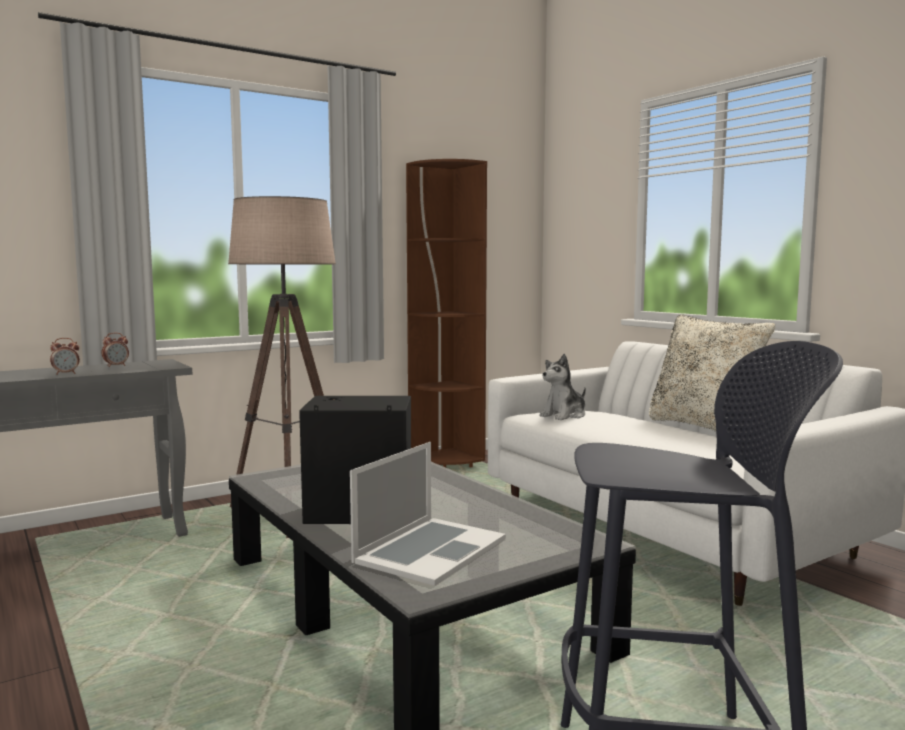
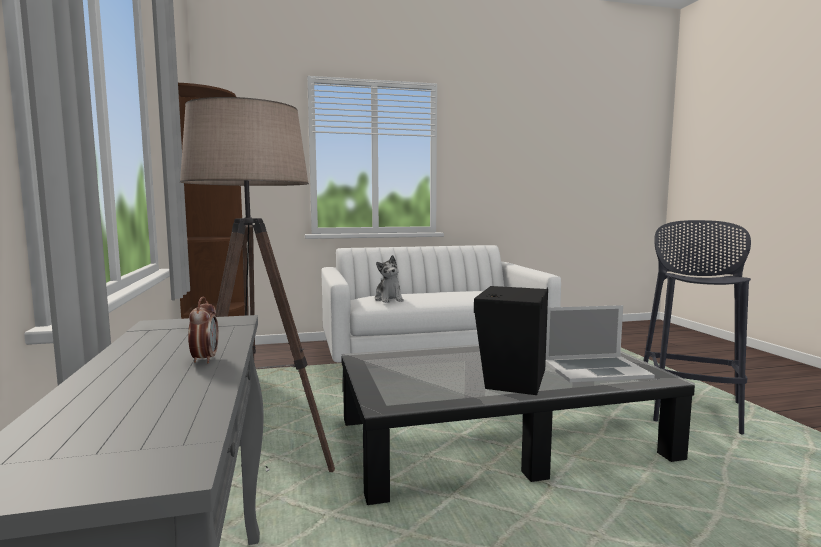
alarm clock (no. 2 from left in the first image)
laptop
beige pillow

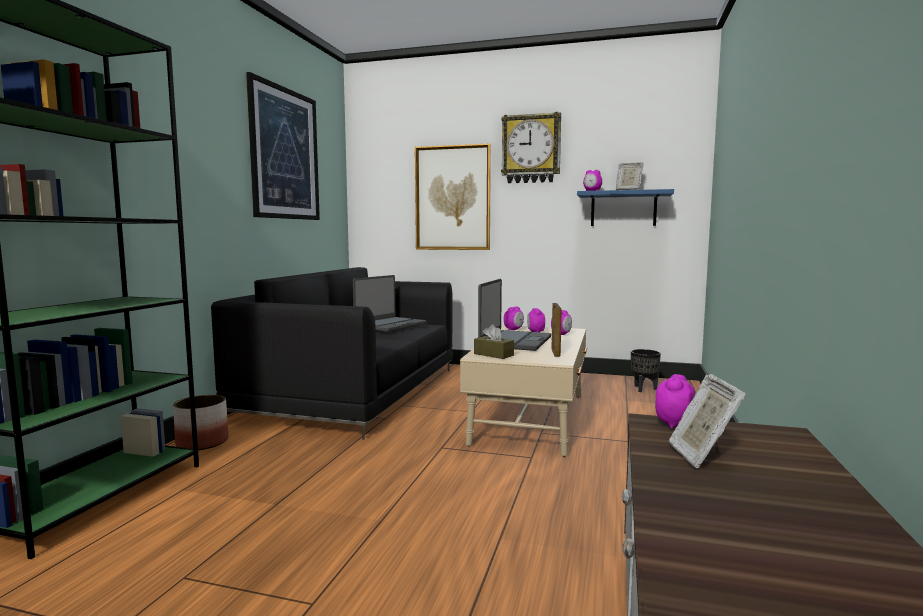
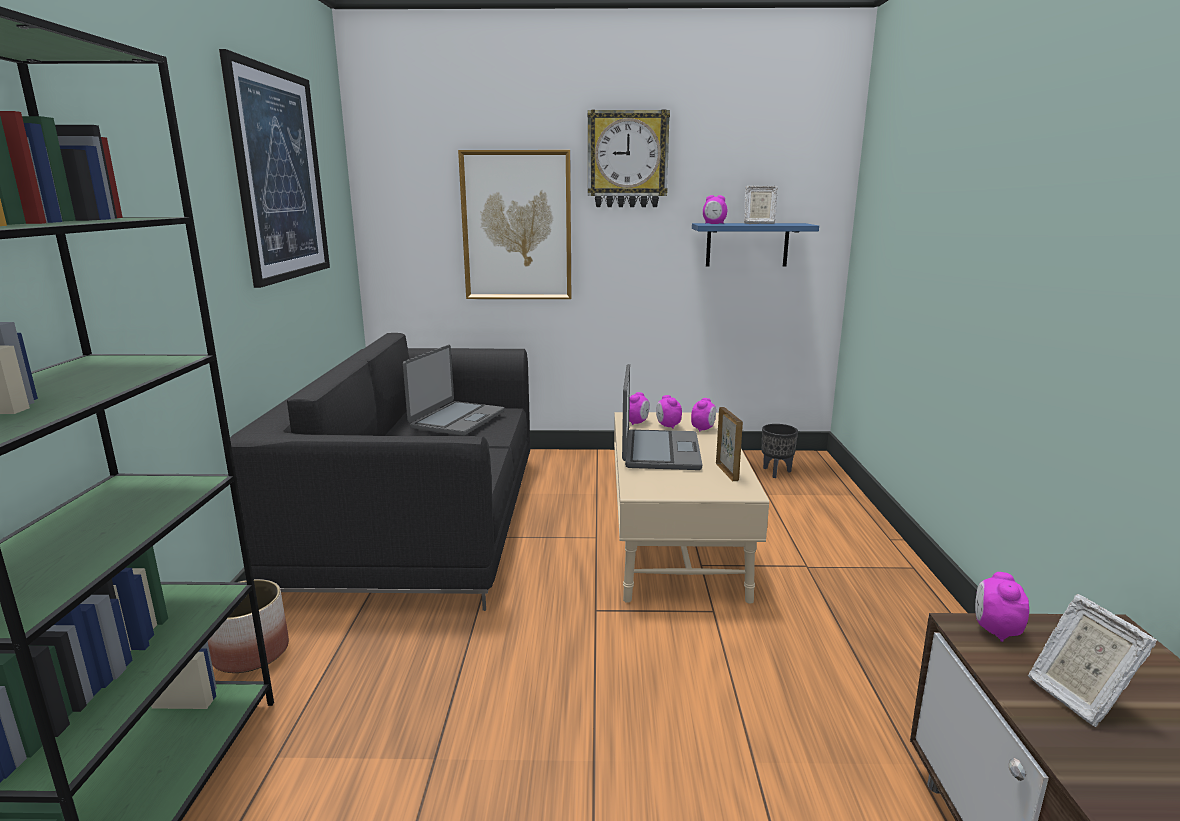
brown tissue box

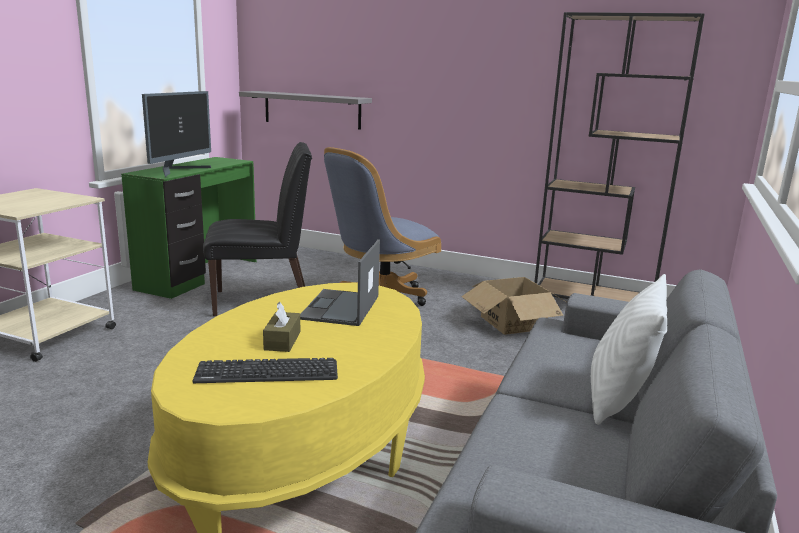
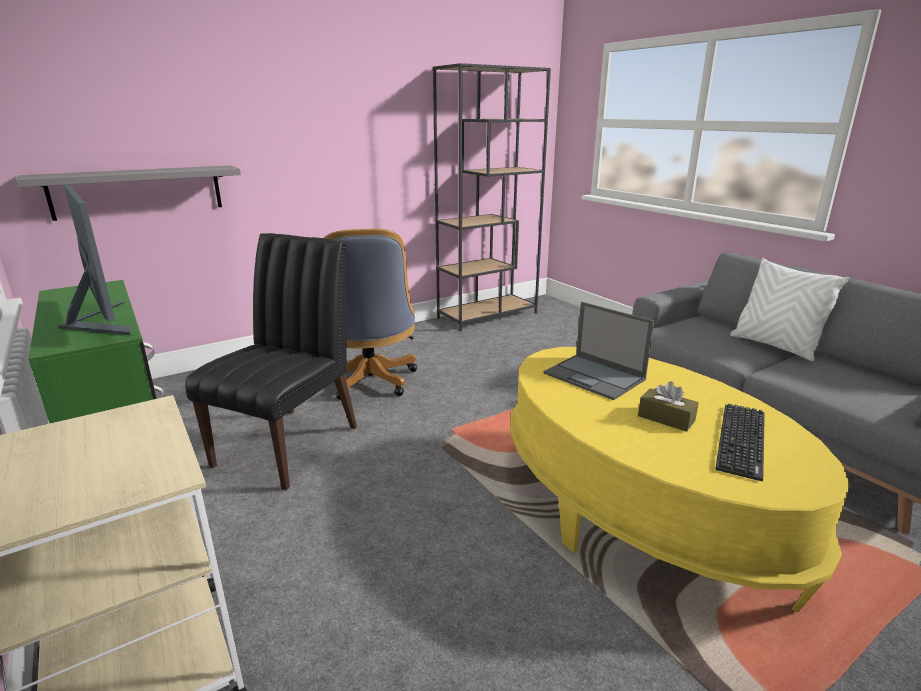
cardboard box

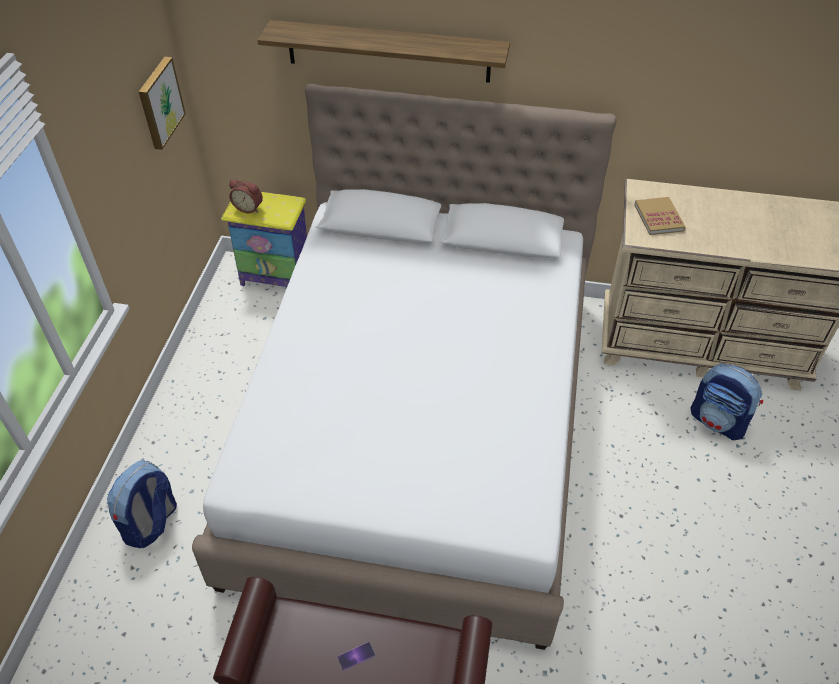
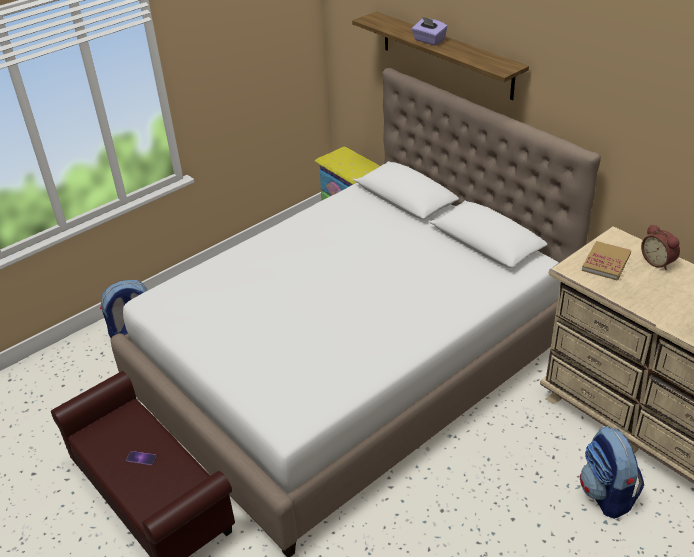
picture
alarm clock
purple tissue box

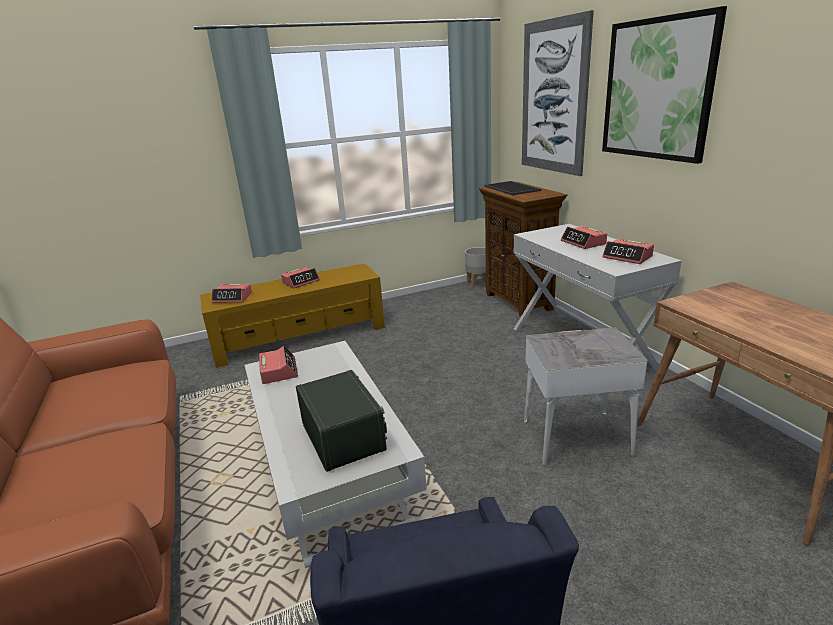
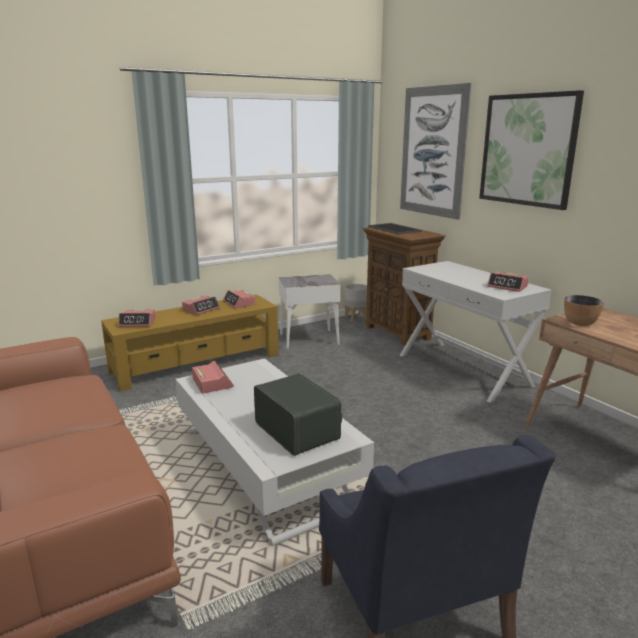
side table
alarm clock (no. 4 from left)
bowl

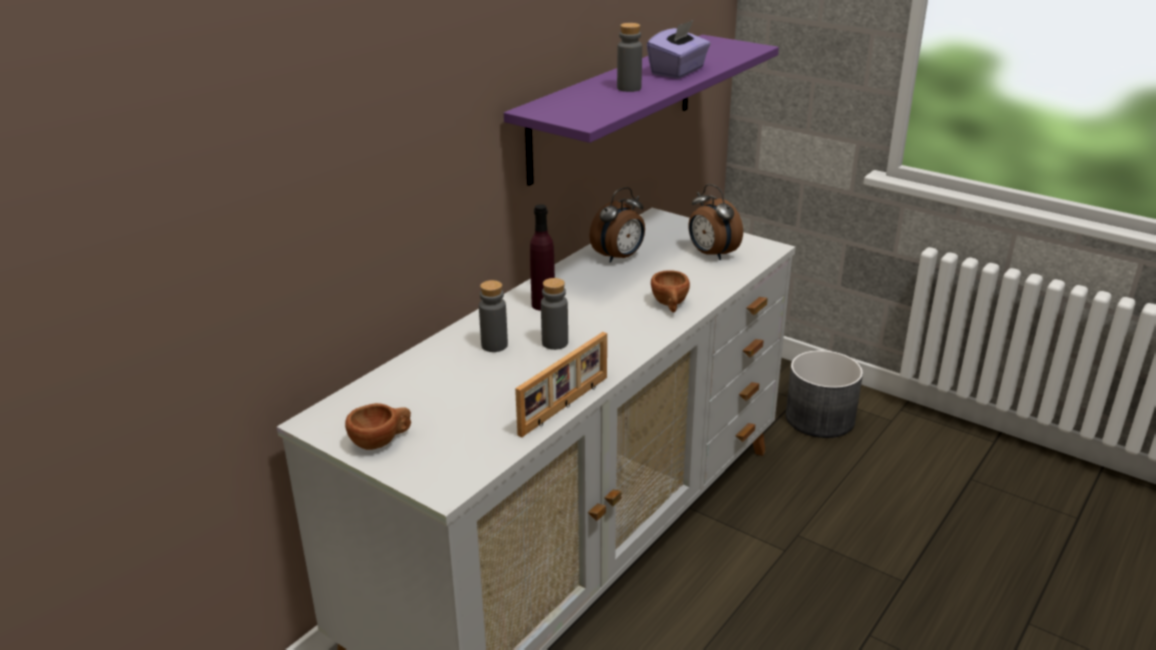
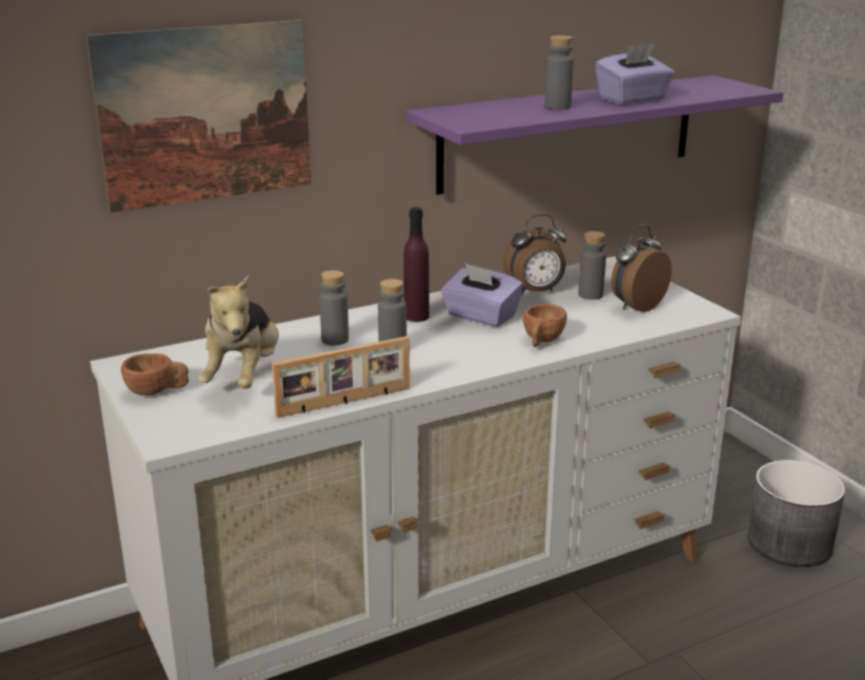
alarm clock (no. 2 from left)
picture
plush toy
purple tissue box (no. 1 from left)
grey bottle (no. 4 from left)

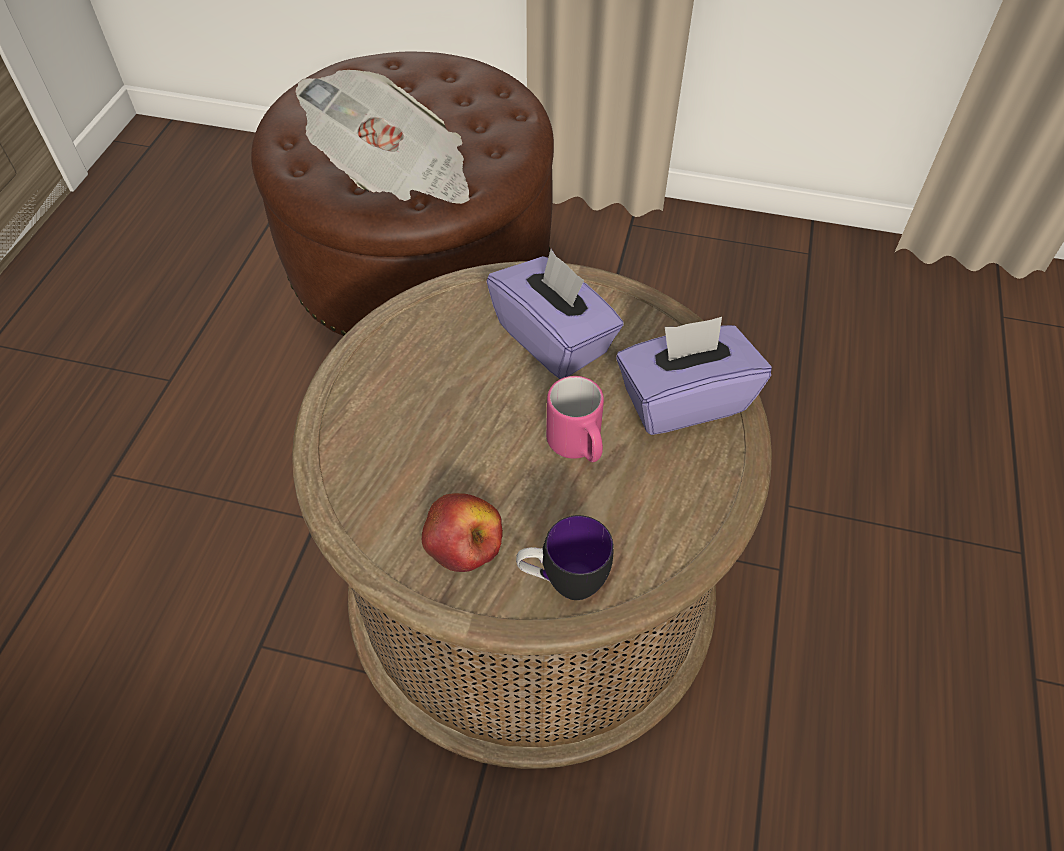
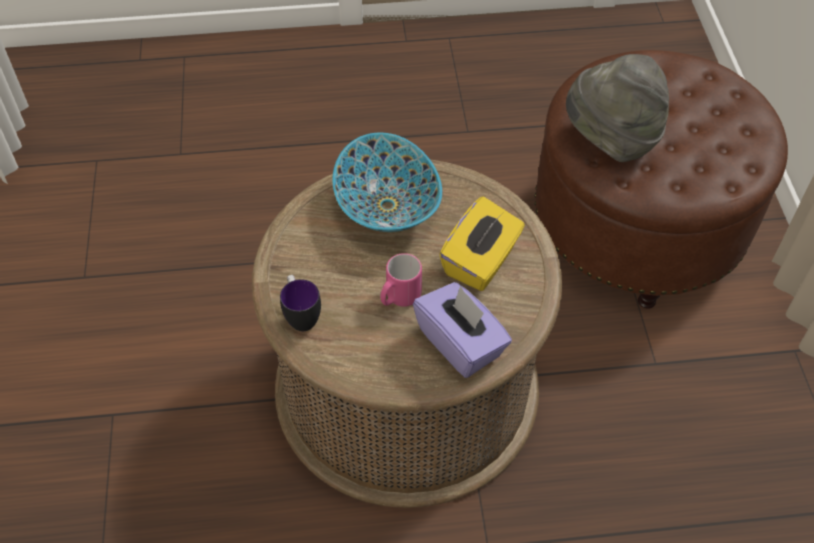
grey hat
apple
yellow tissue box
bowl

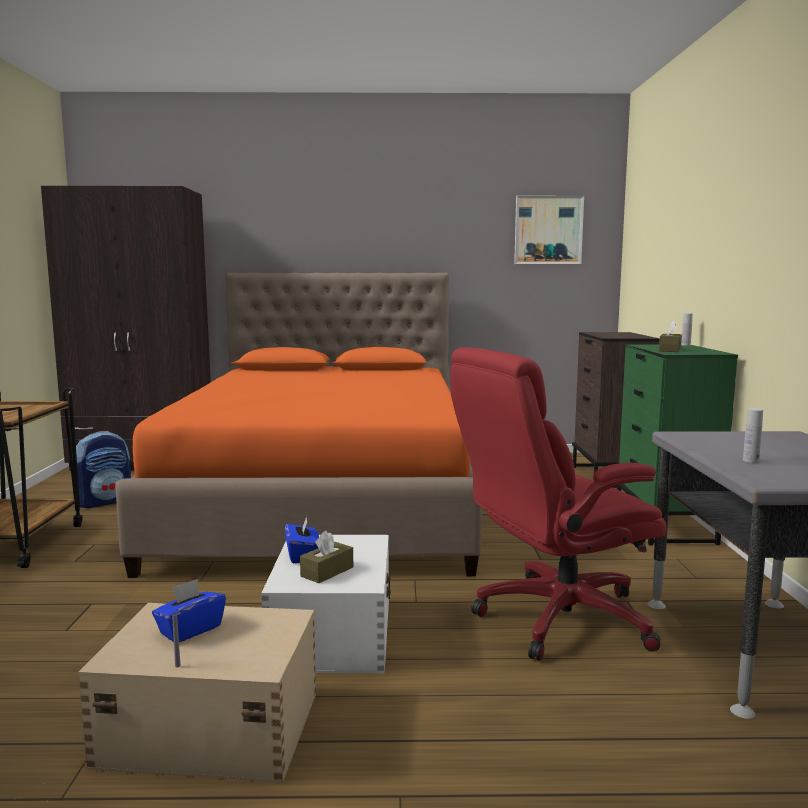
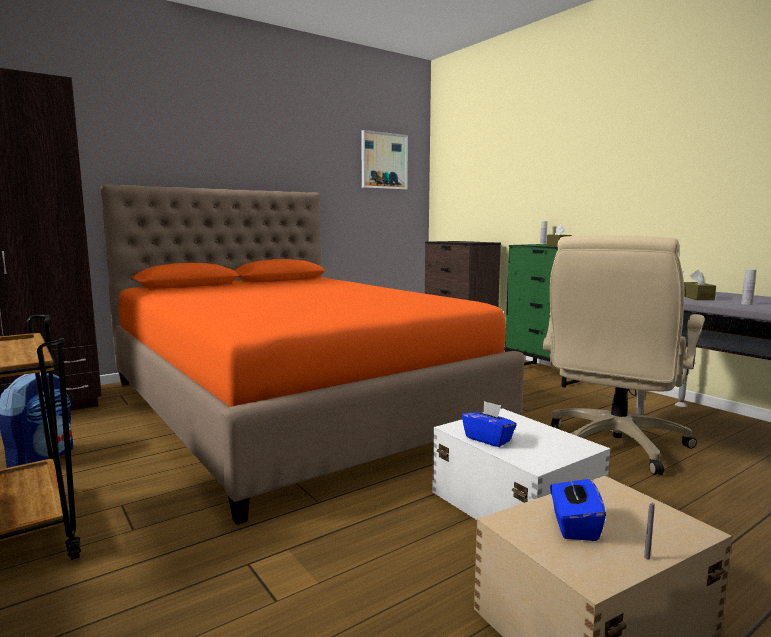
brown tissue box (no. 2 from left)
beige office chair

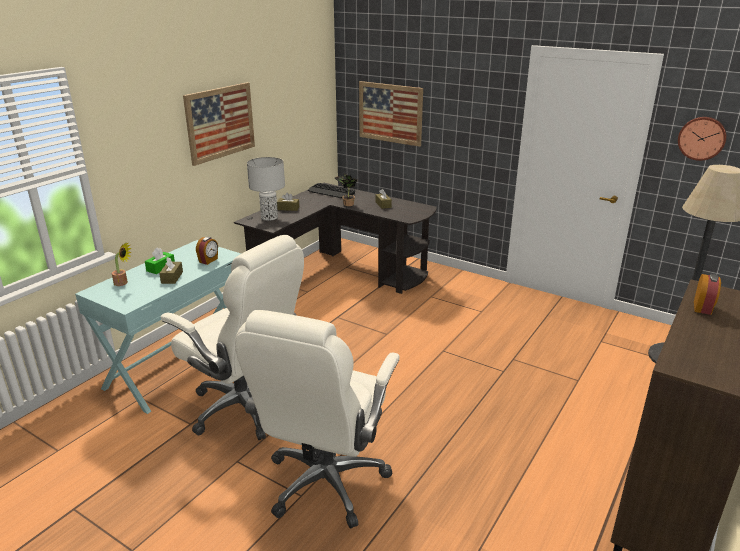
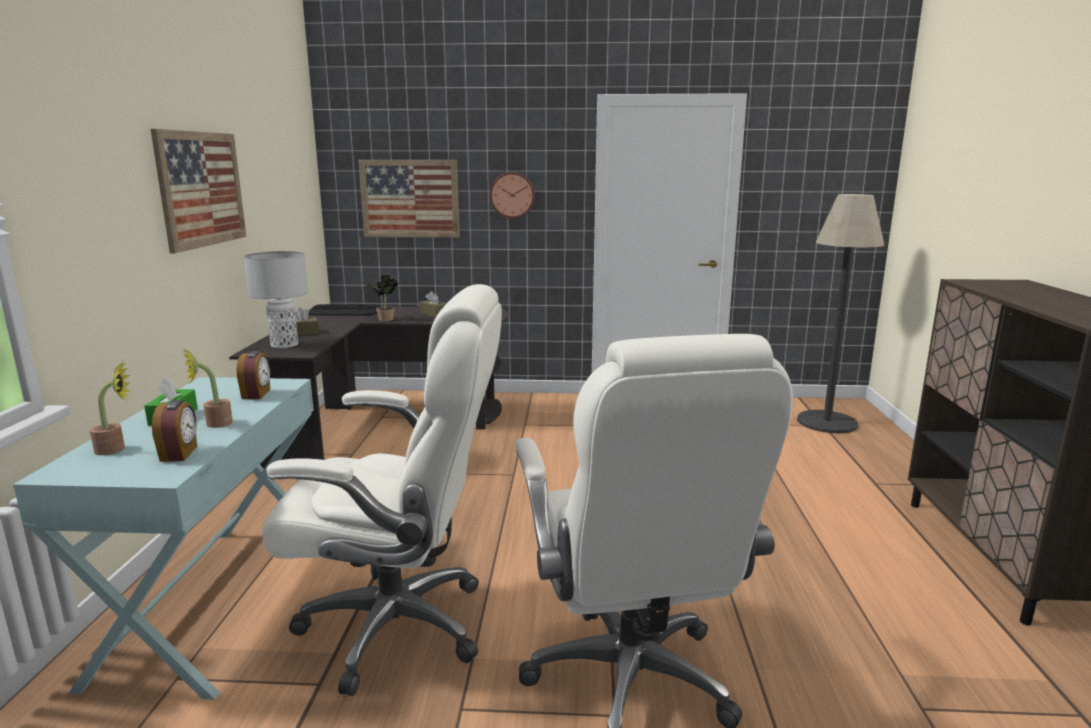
potted plant (no. 2 from left)
wall clock
alarm clock (no. 1 from left)

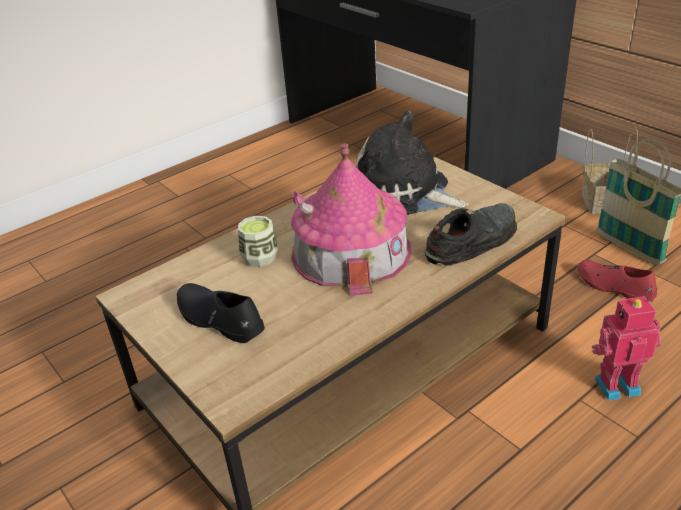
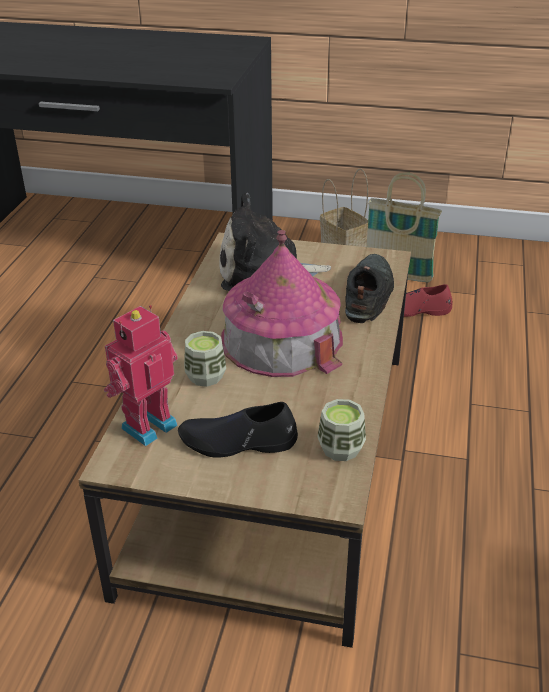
toy robot
cup (no. 2 from left)

